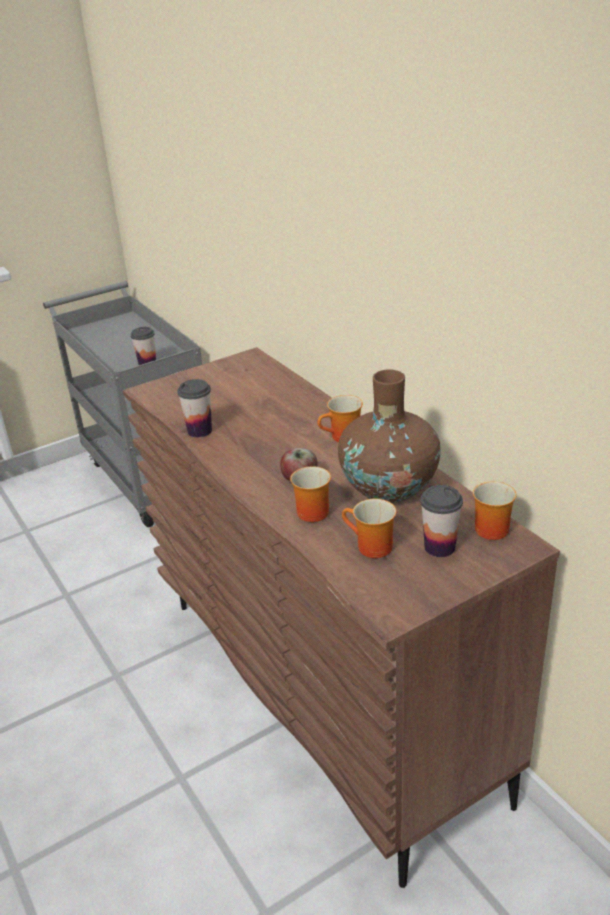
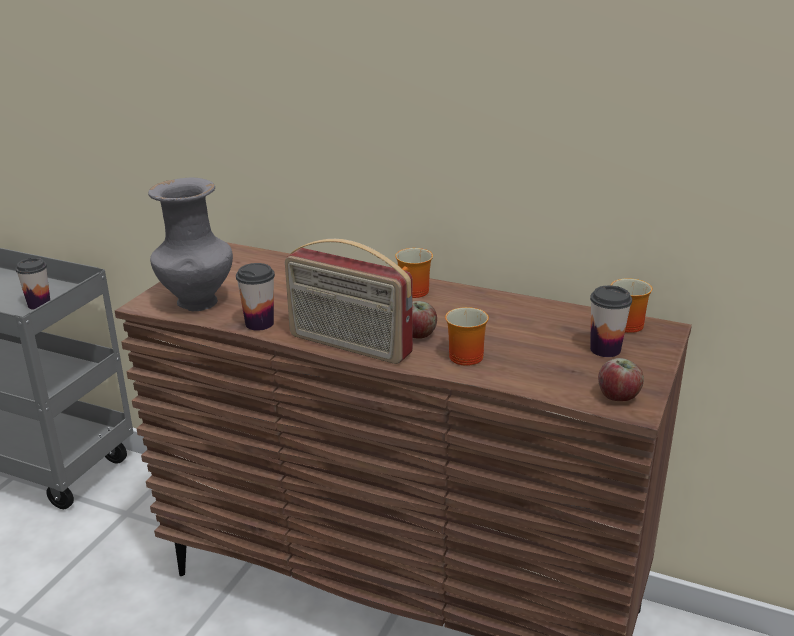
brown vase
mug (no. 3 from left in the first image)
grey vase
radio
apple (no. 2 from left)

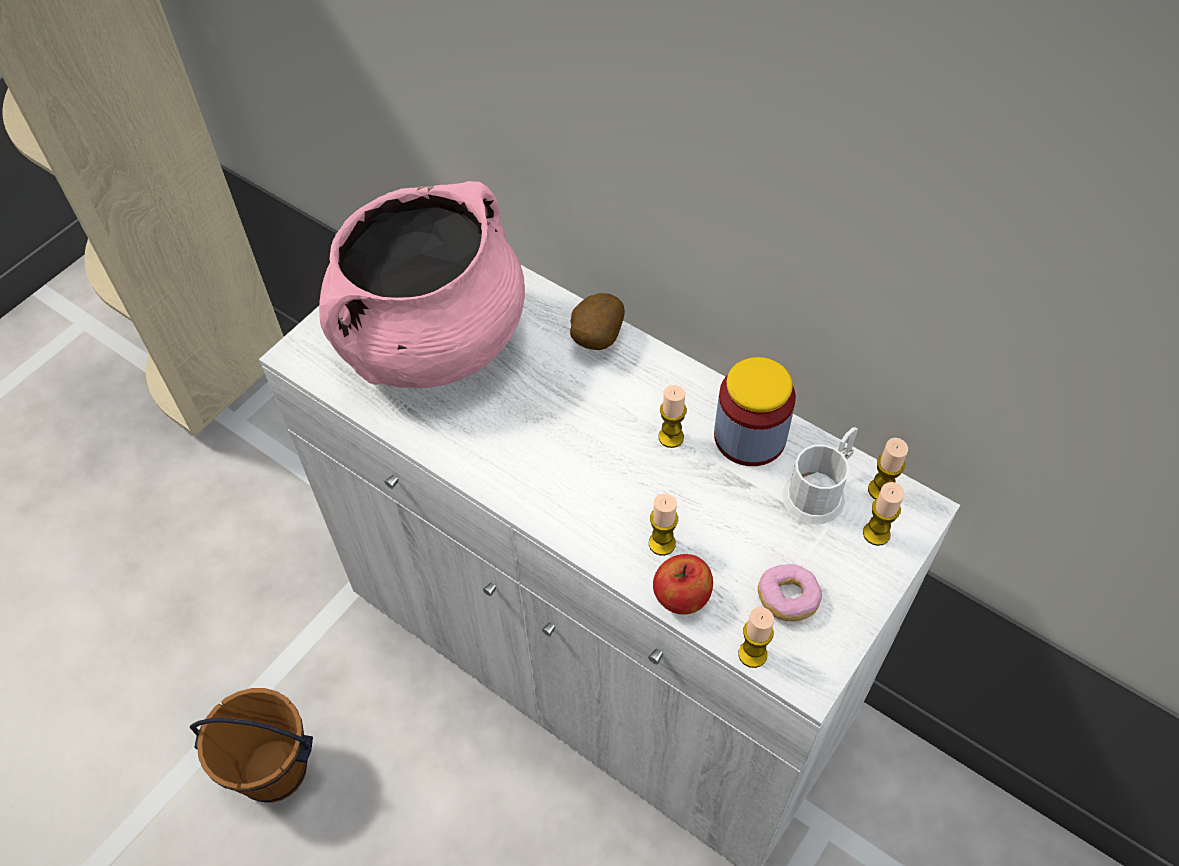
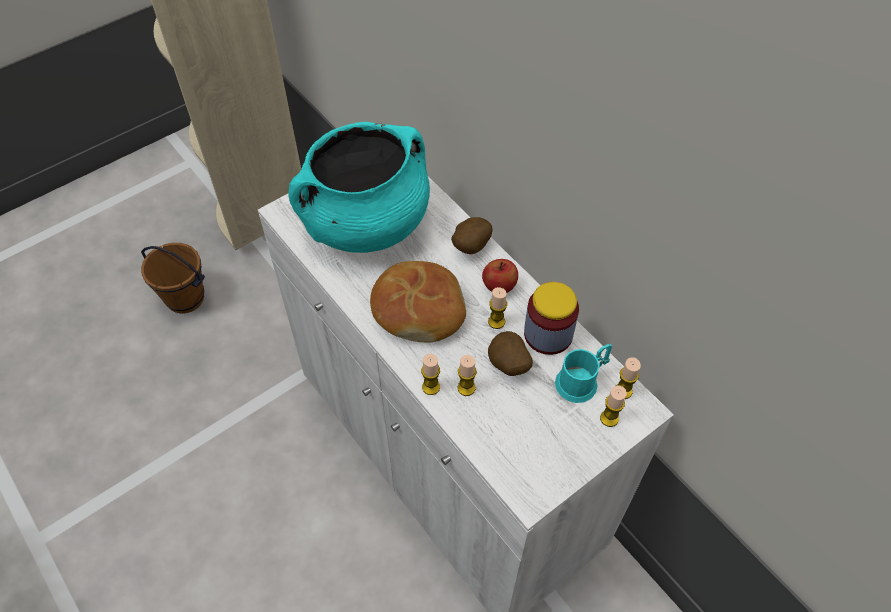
brown bucket
turquoise cooking pot
apple
candle (no. 1 from left)
donut
turquoise mug
bread
potato (no. 2 from left)

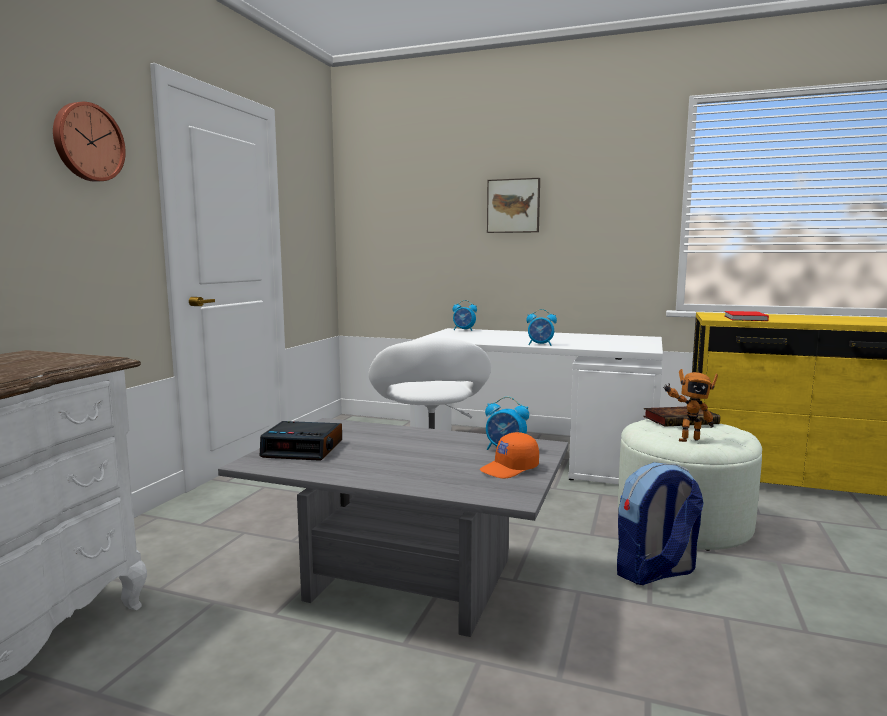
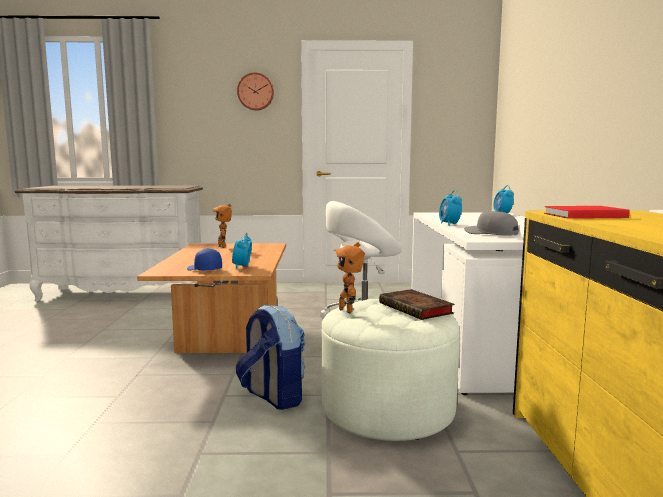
brown coffee table
toy robot (no. 1 from left)
blue cap
picture
grey cap

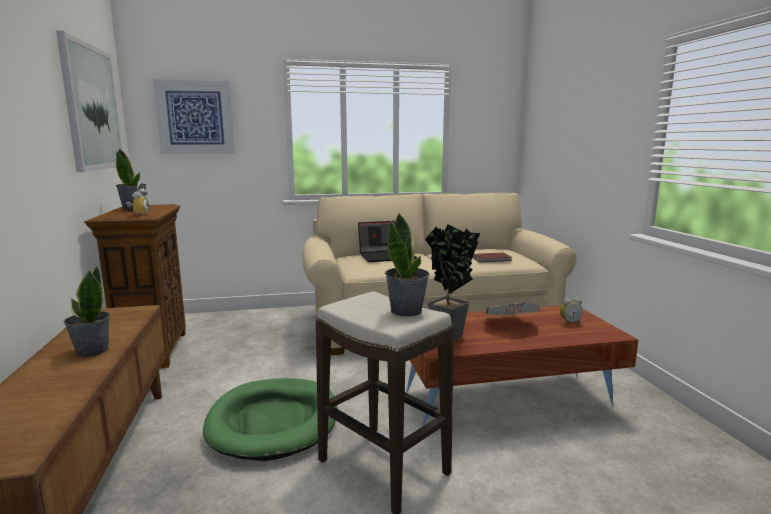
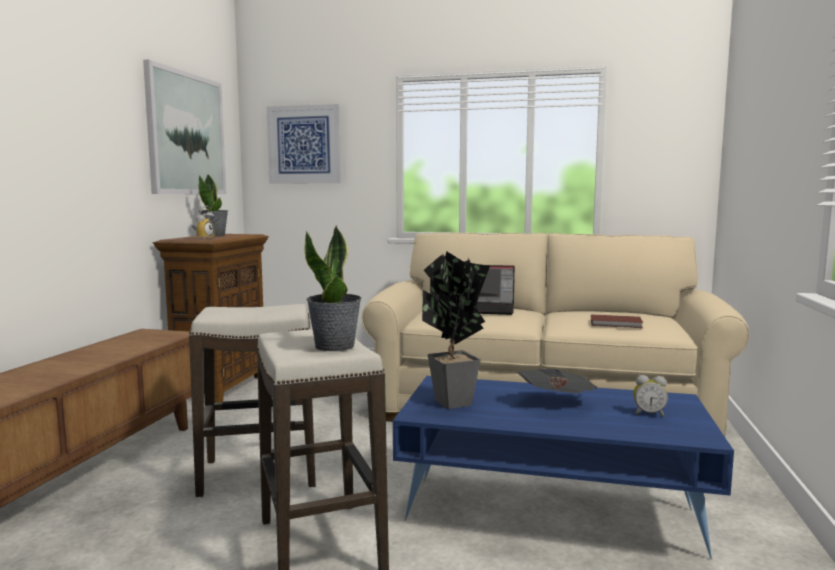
potted plant (no. 1 from left in the first image)
stool (no. 1 from left)
blue coffee table

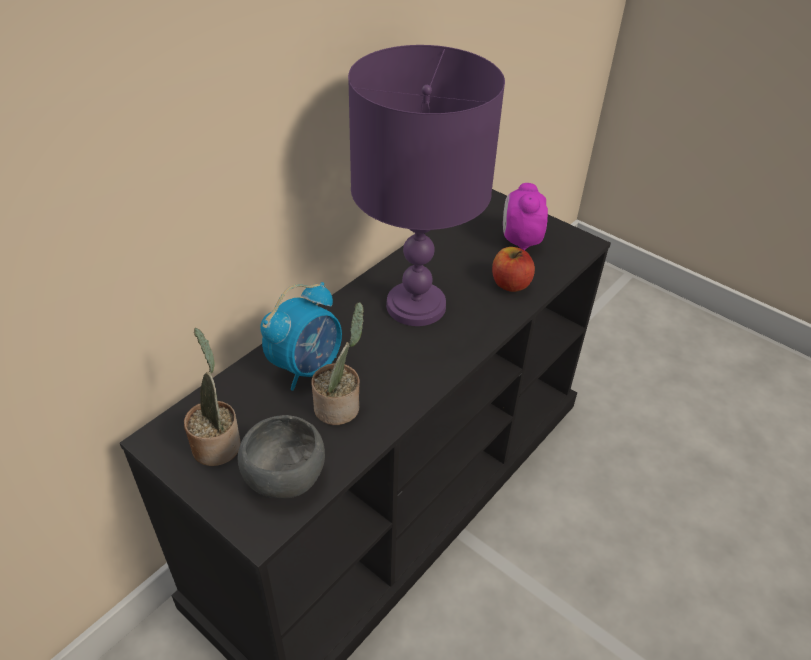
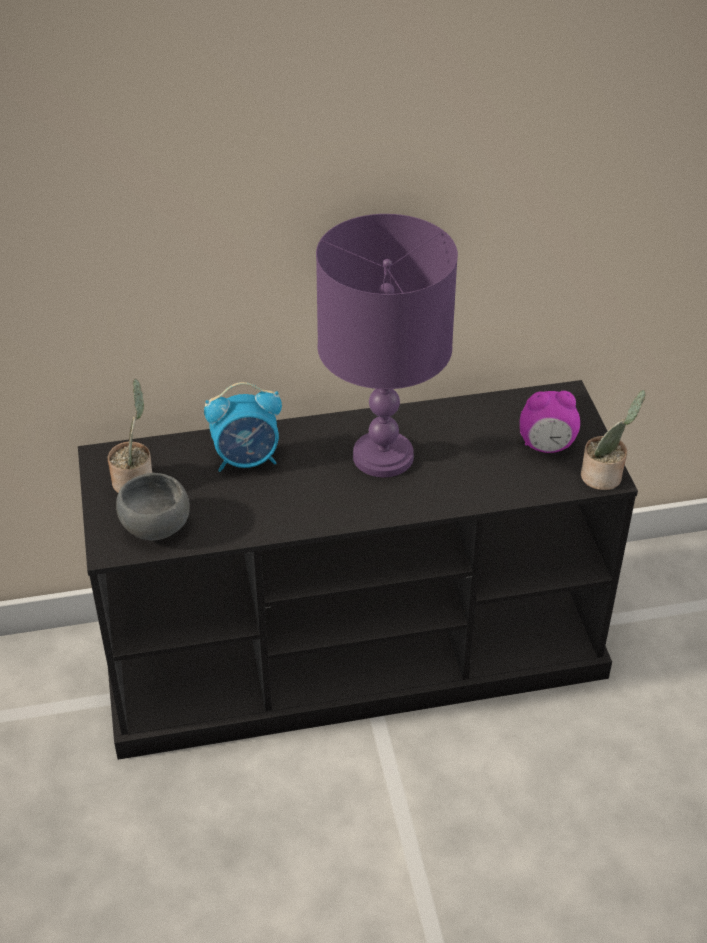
potted plant (no. 2 from left)
apple
alarm clock (no. 2 from left)

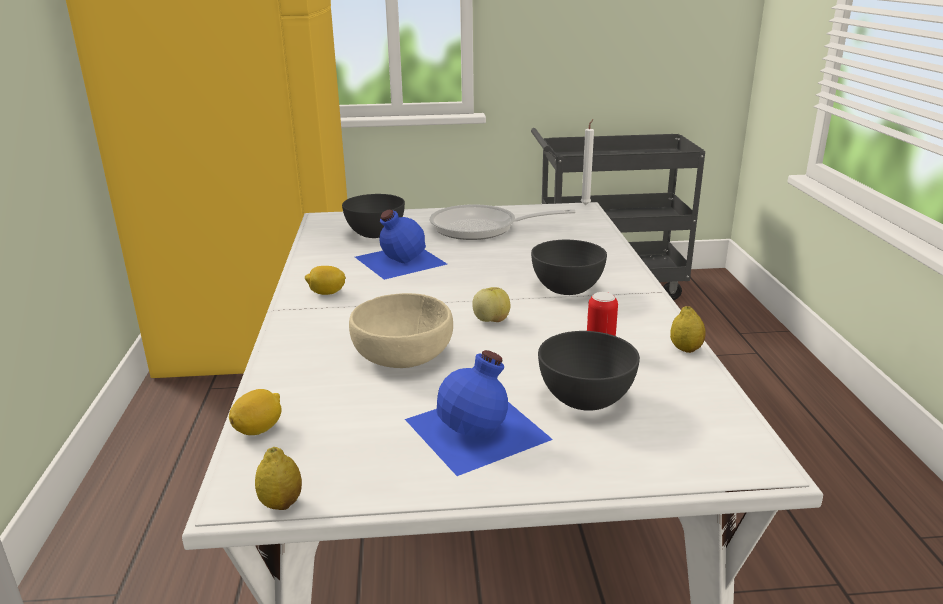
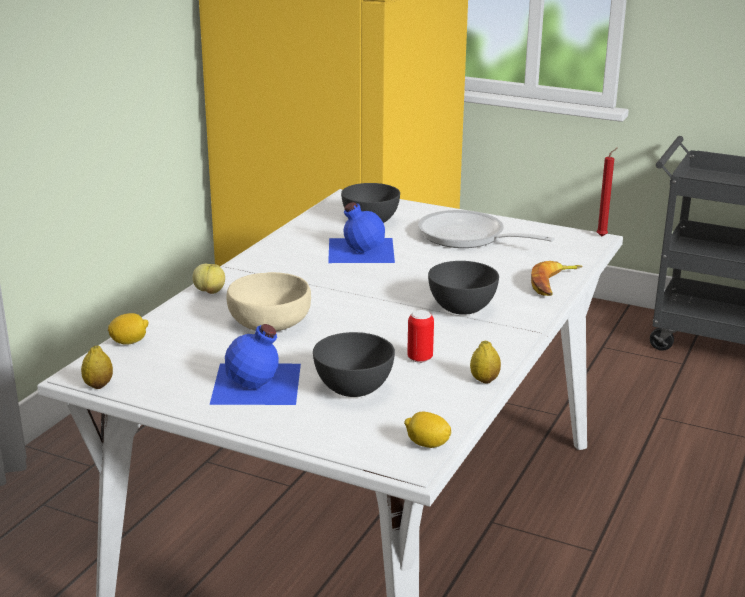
lemon (no. 3 from left)
apple
red candle
banana

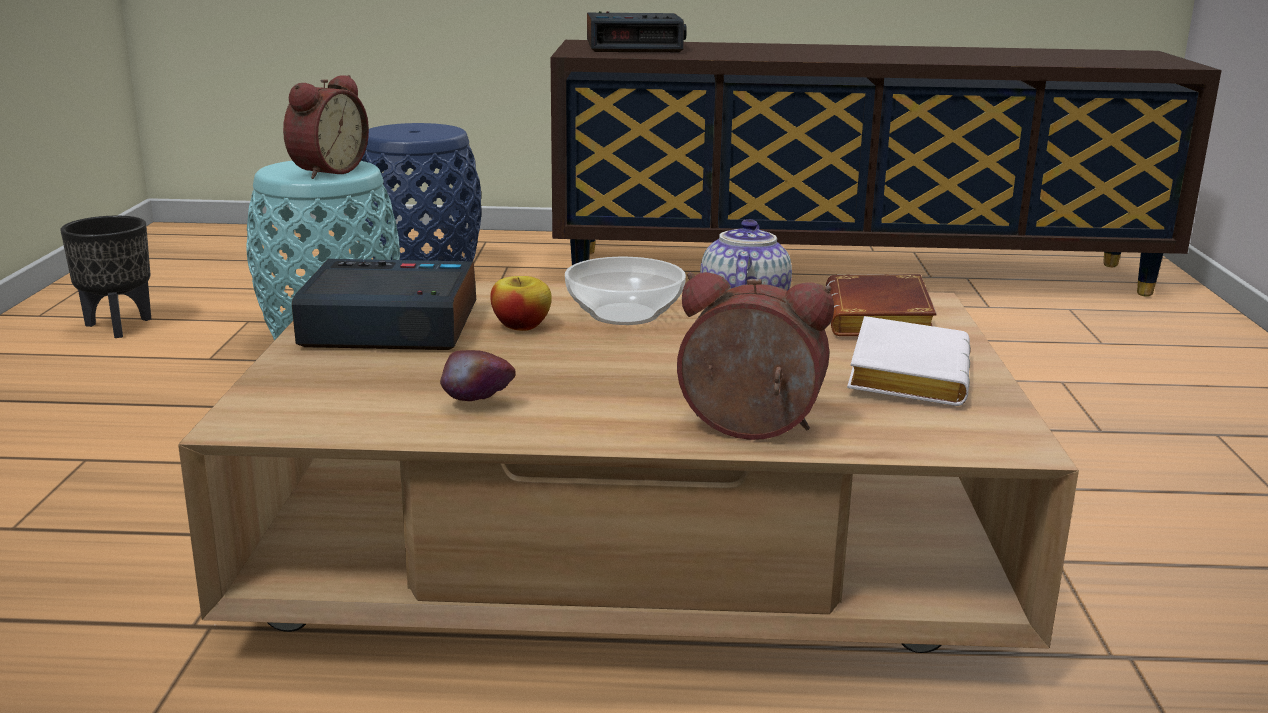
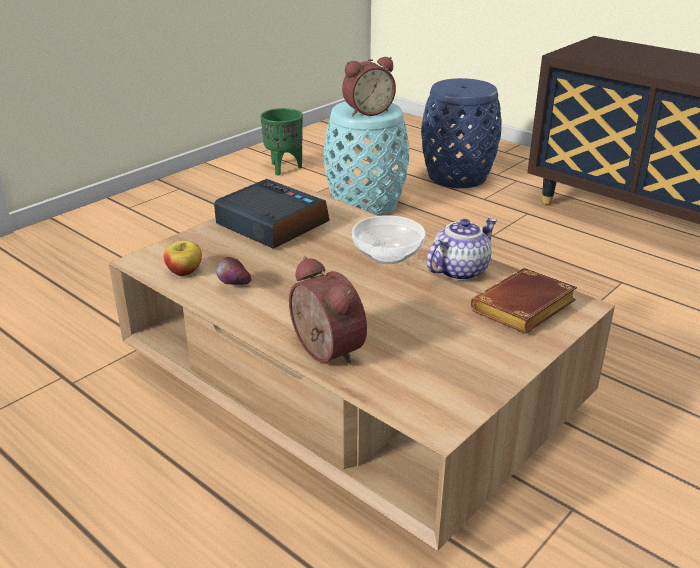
green planter
apple (no. 1 from left)
alarm clock (no. 3 from left in the first image)
white book

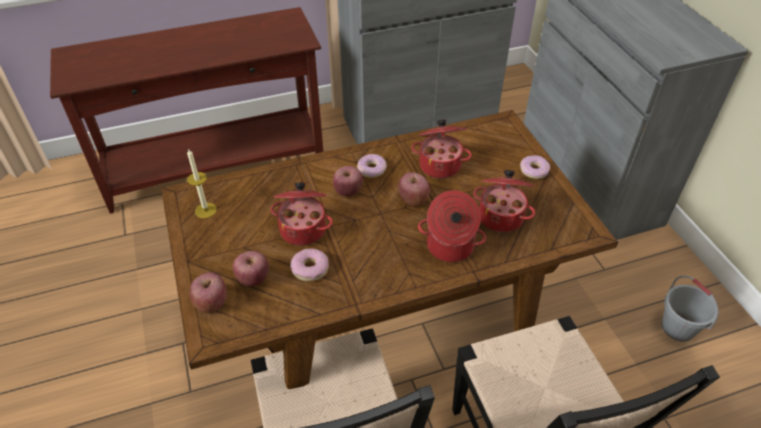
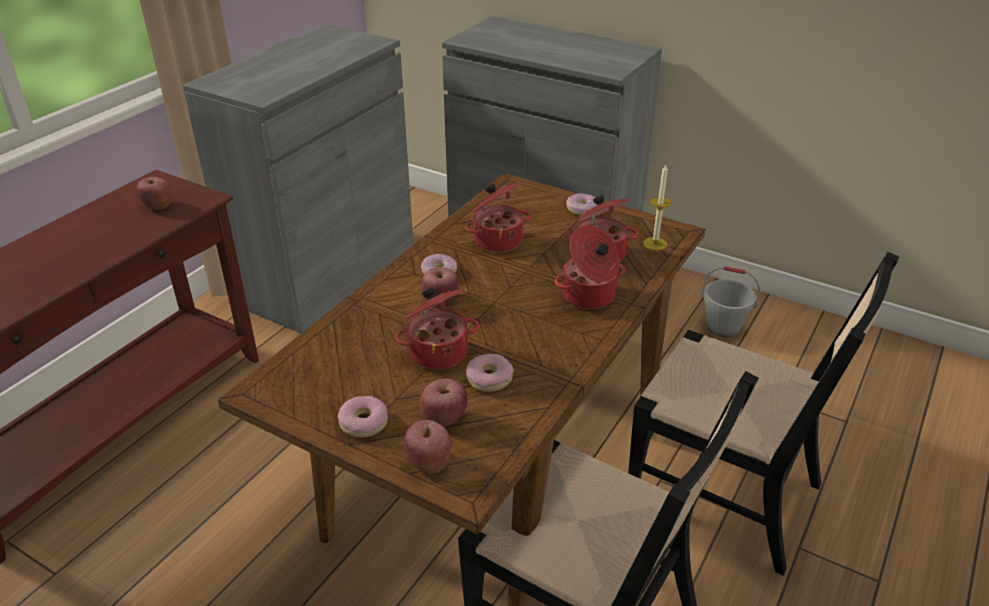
candle
apple (no. 1 from left)
donut (no. 1 from left)

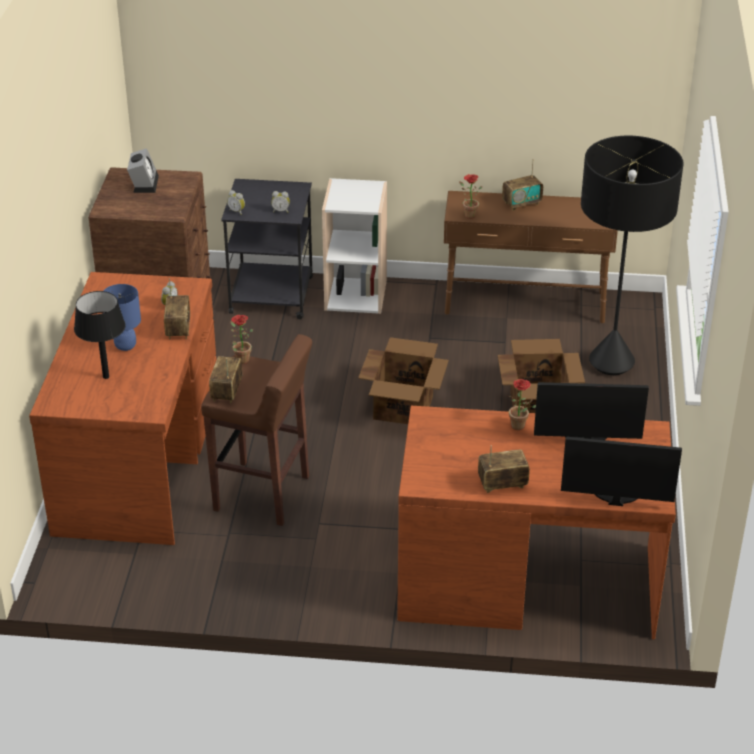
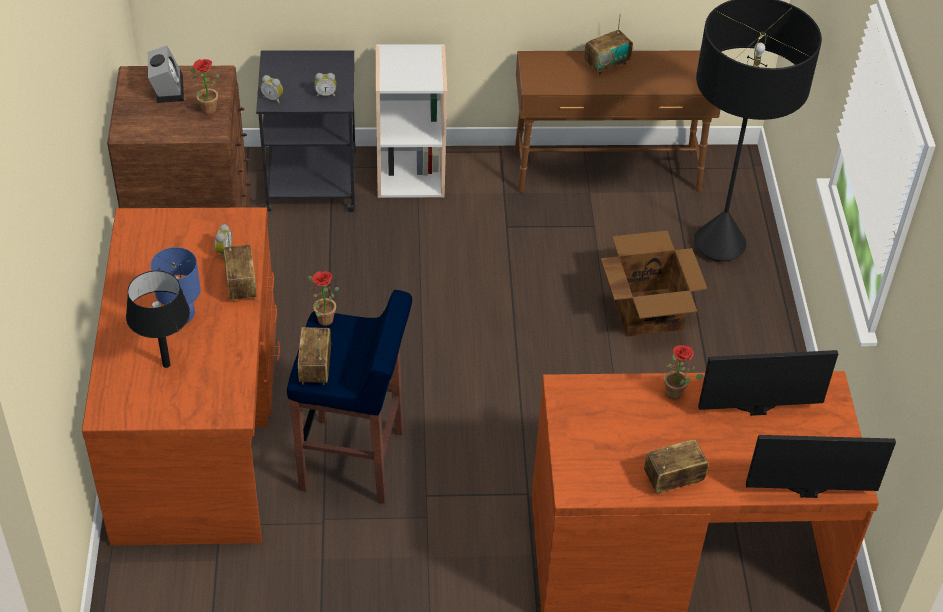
blue stool
cardboard box (no. 1 from left in the first image)
potted plant (no. 1 from left)

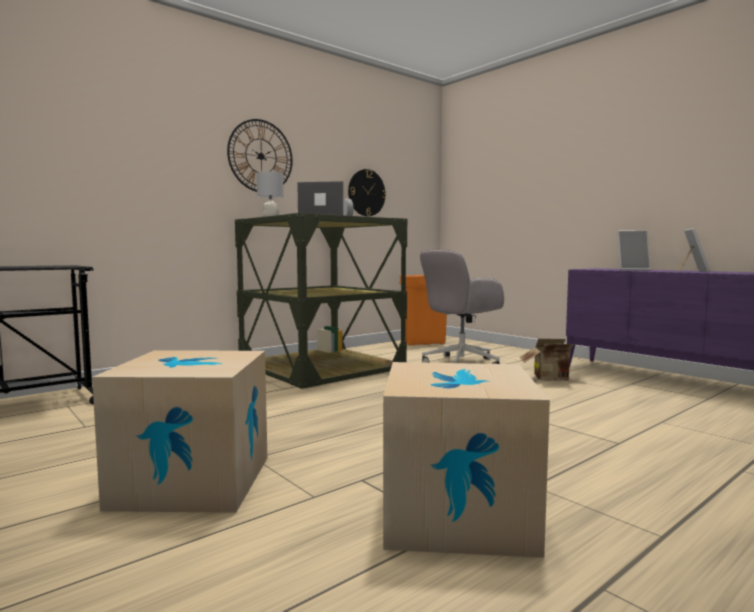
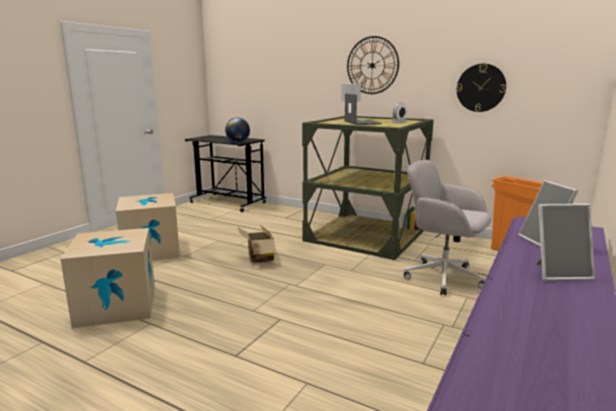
cardboard box (no. 3 from left)
globe

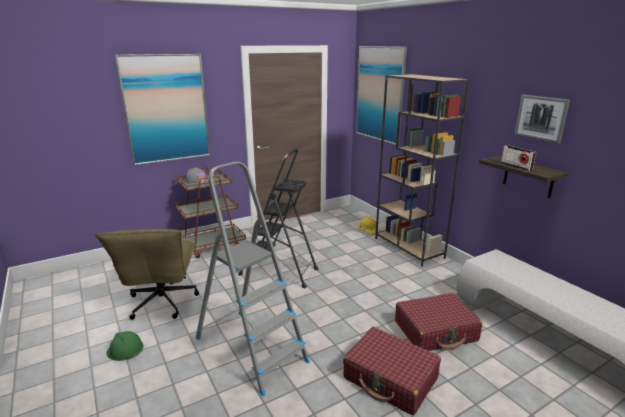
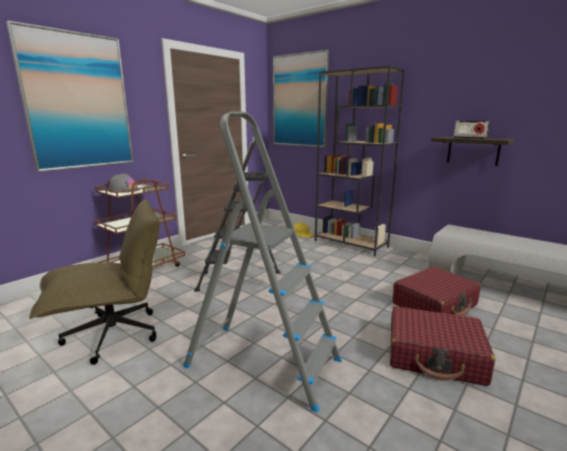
beige office chair
green hard hat
picture (no. 3 from left in the first image)

